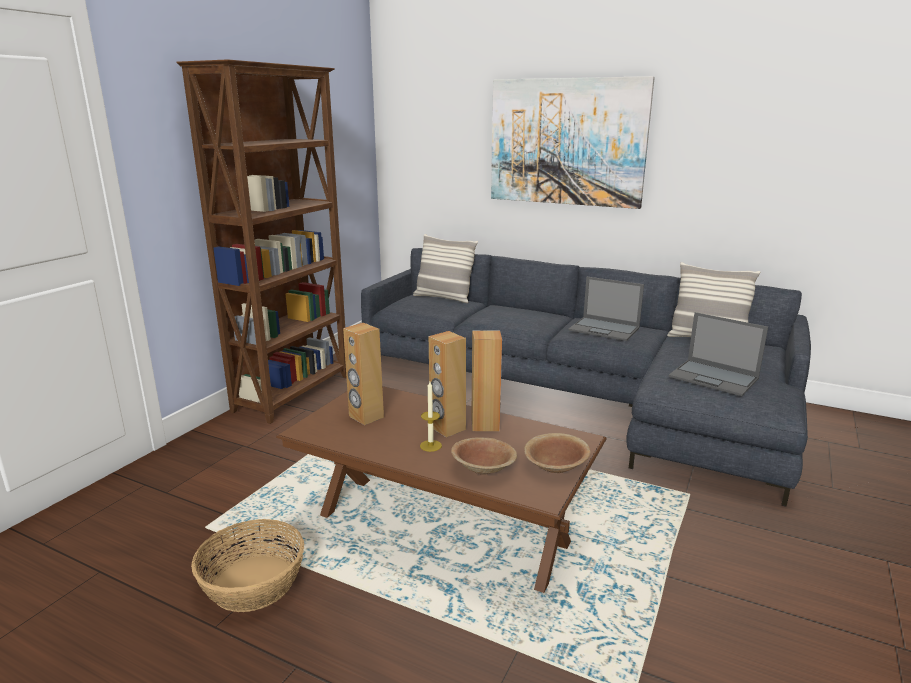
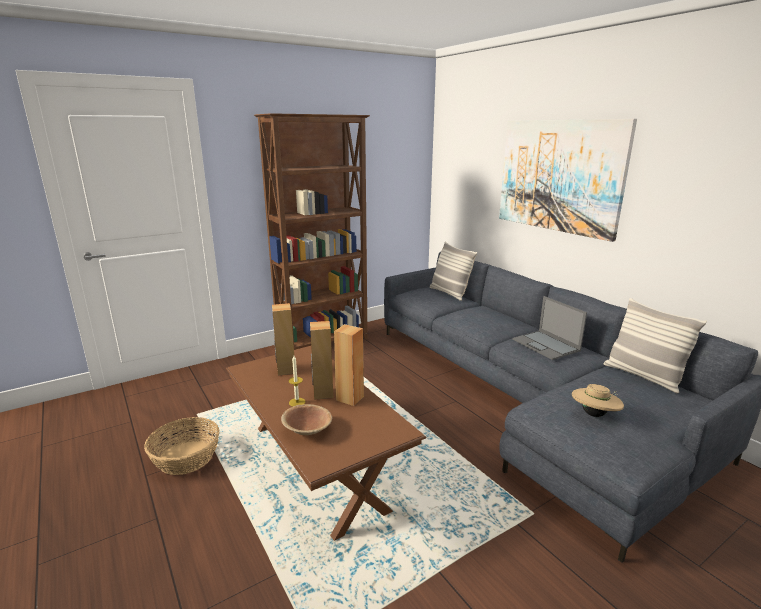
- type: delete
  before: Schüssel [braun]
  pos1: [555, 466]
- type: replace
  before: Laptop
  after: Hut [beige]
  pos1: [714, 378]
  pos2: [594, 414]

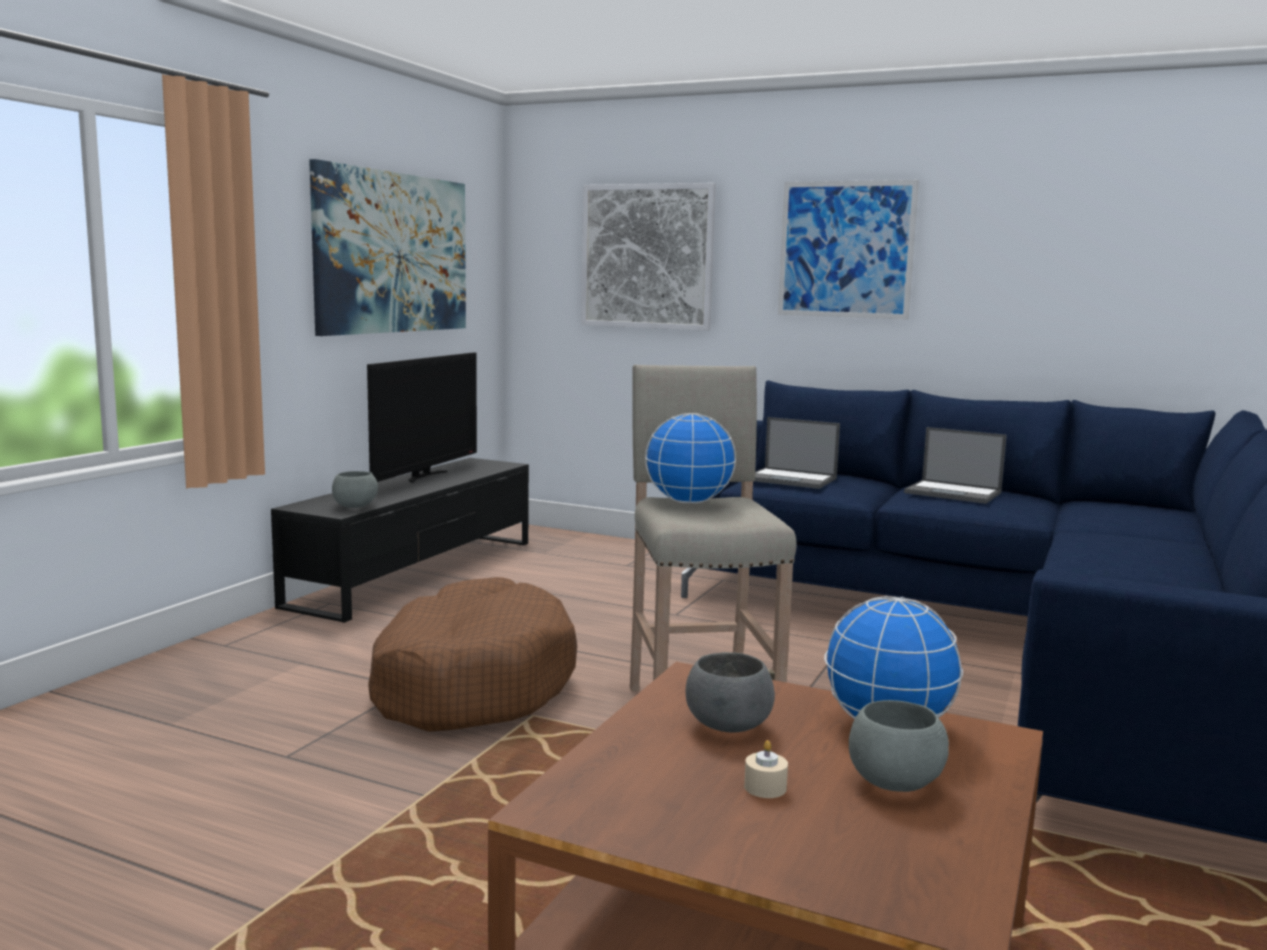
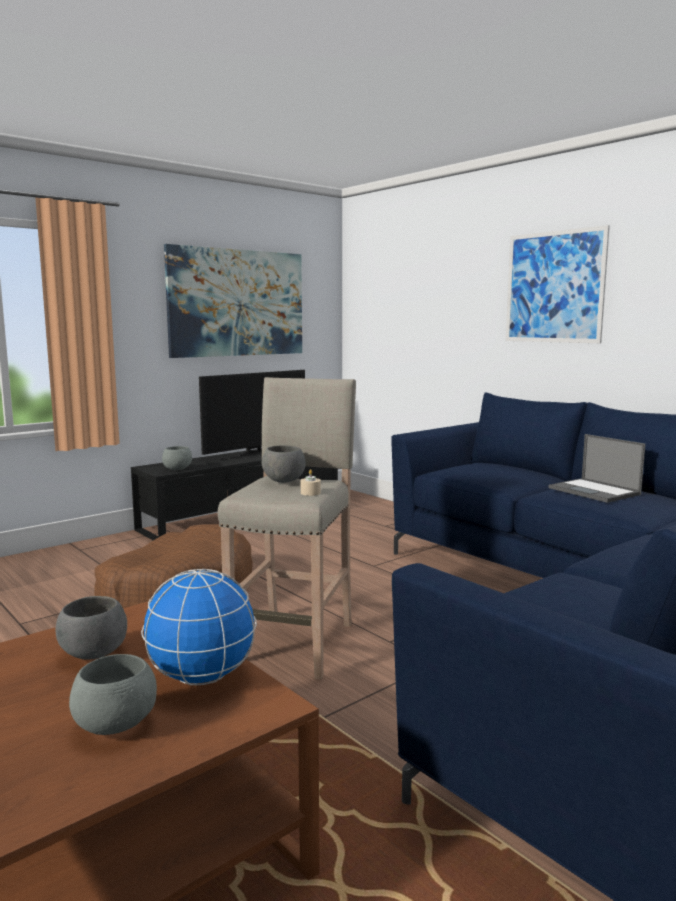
- type: delete
  before: Bild
  pos1: [647, 257]
- type: replace
  before: Globus
  after: Schüssel [grau]
  pos1: [688, 502]
  pos2: [283, 481]
- type: move
  before: Kerze [beige]
  pos1: [765, 787]
  pos2: [310, 493]
- type: delete
  before: Laptop
  pos1: [792, 479]

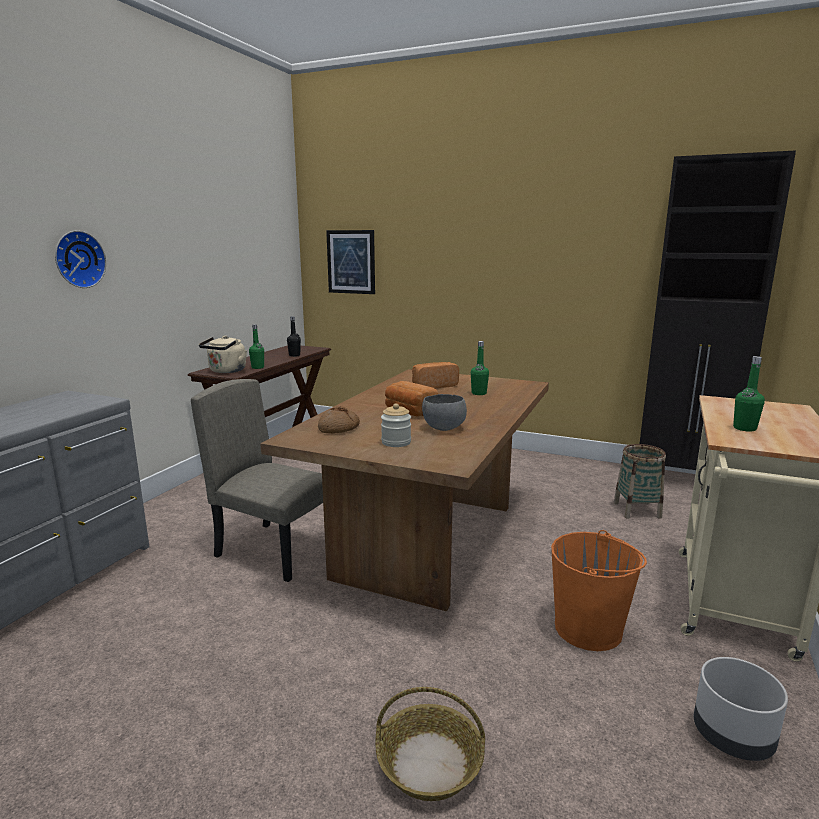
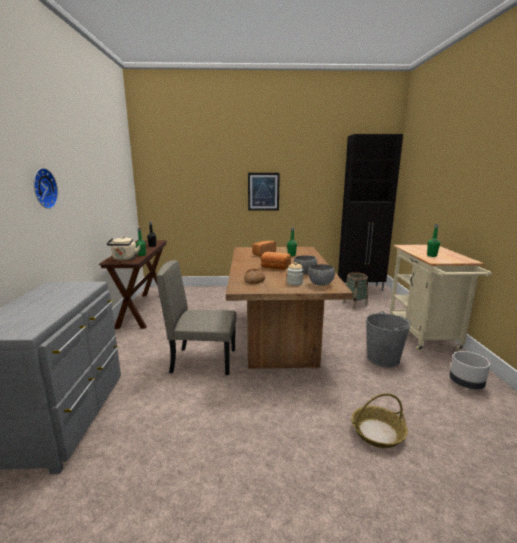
- type: move
  before: Bild
  pos1: [351, 262]
  pos2: [263, 191]
- type: recolor
  before: Eimer [orange]
  after: Eimer [grau]
  pos1: [588, 629]
  pos2: [383, 358]
- type: insert
  after: Schüssel [grau]
  pos2: [320, 284]

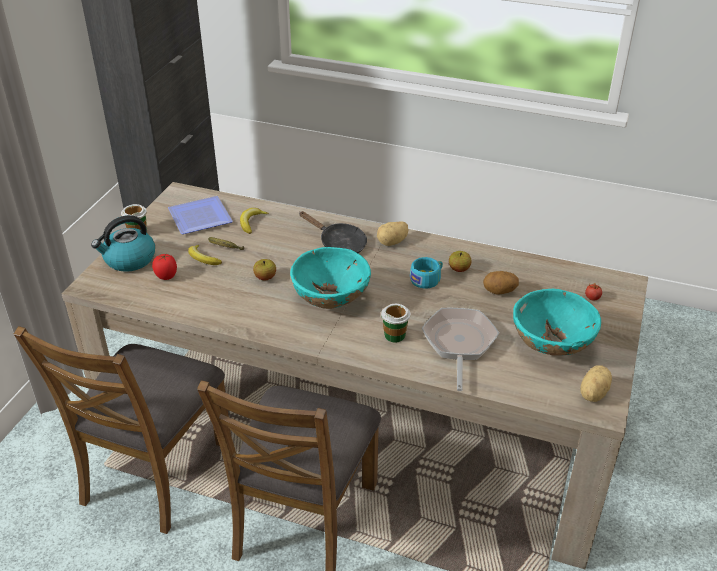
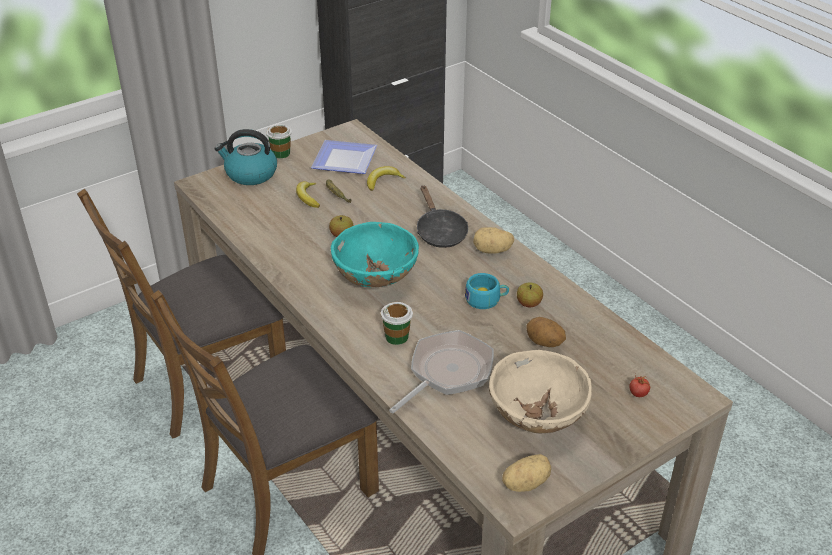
- type: delete
  before: Tomate
  pos1: [166, 276]
- type: recolor
  before: Schüssel [türkis]
  after: Schüssel [beige]
  pos1: [551, 346]
  pos2: [536, 419]

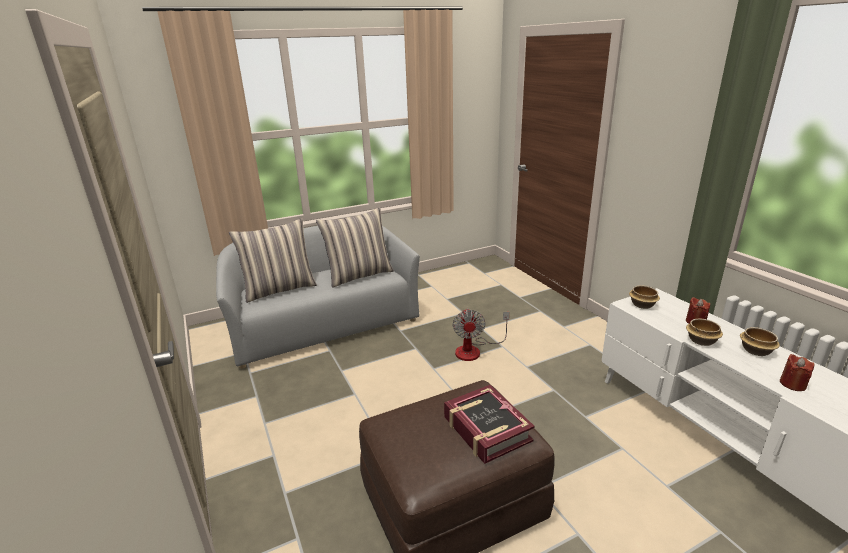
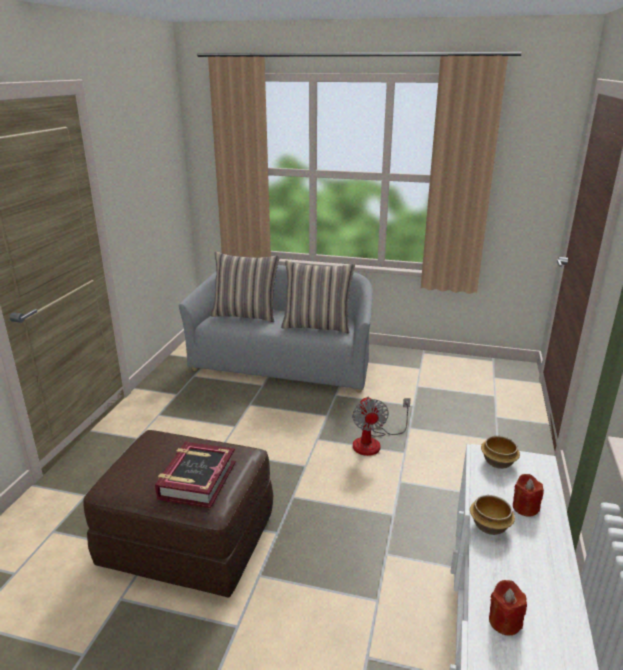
- type: rotate
  before: Ventilator
  pos1: [474, 350]
  pos2: [373, 442]
  turn: -45
- type: delete
  before: Schüssel
  pos1: [755, 350]

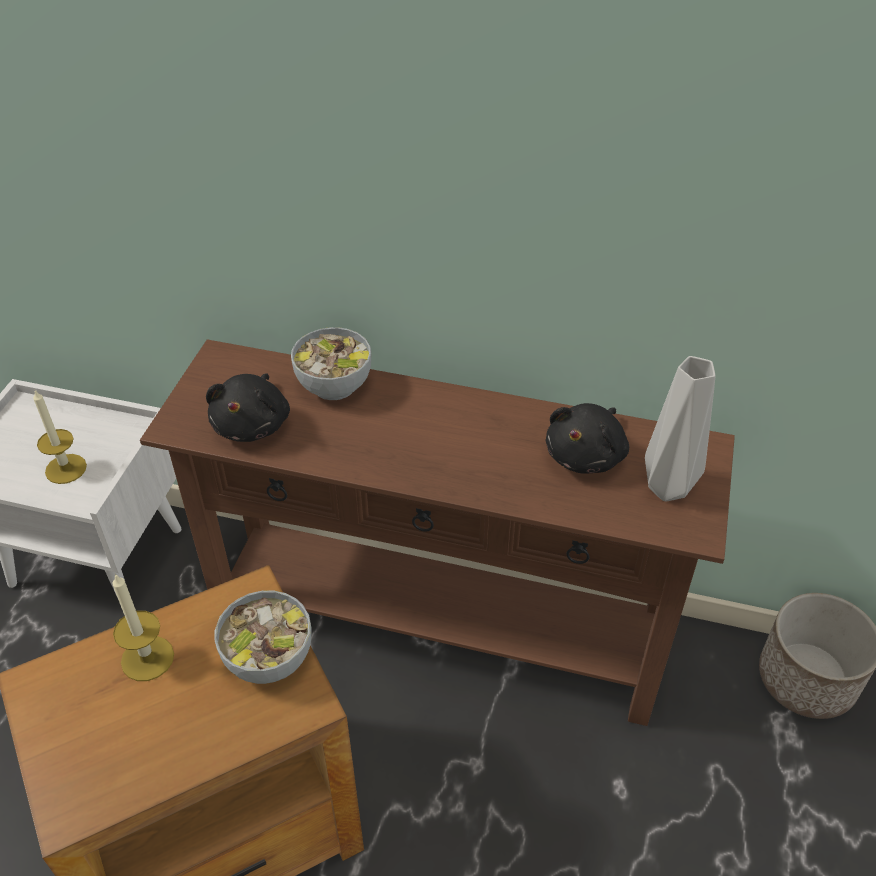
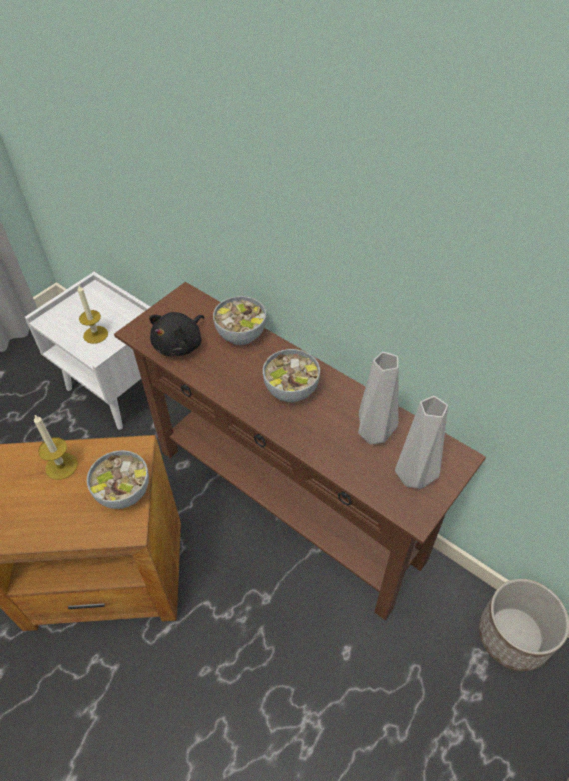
- type: replace
  before: Plüschtier [schwarz]
  after: Vase [grau]
  pos1: [587, 455]
  pos2: [372, 435]
- type: insert
  after: Schüssel
  pos2: [291, 390]

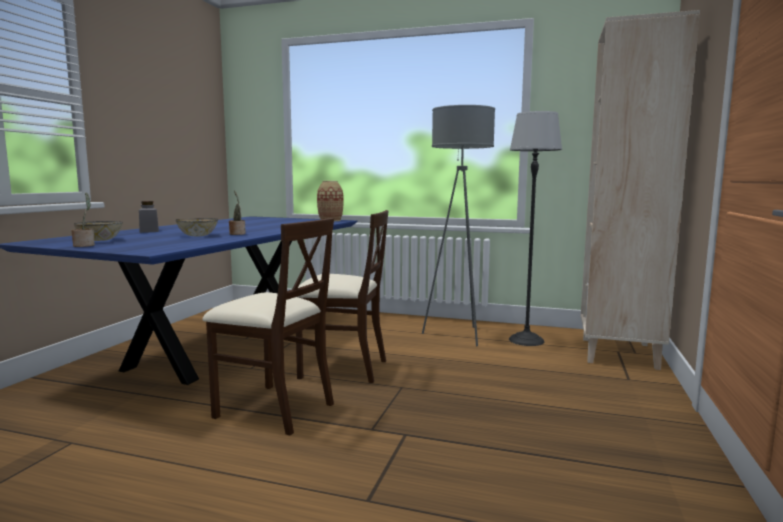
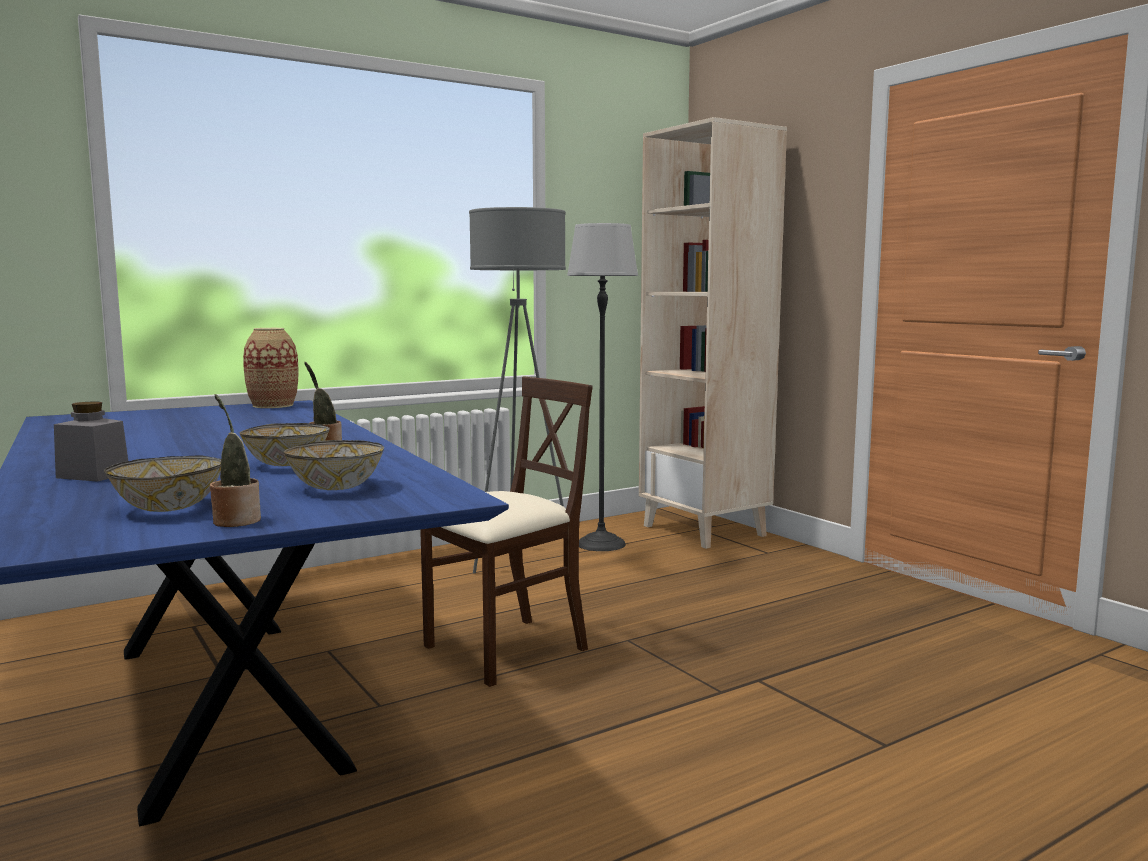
- type: delete
  before: Stuhl [beige]
  pos1: [274, 409]
- type: insert
  after: Schüssel
  pos2: [337, 487]

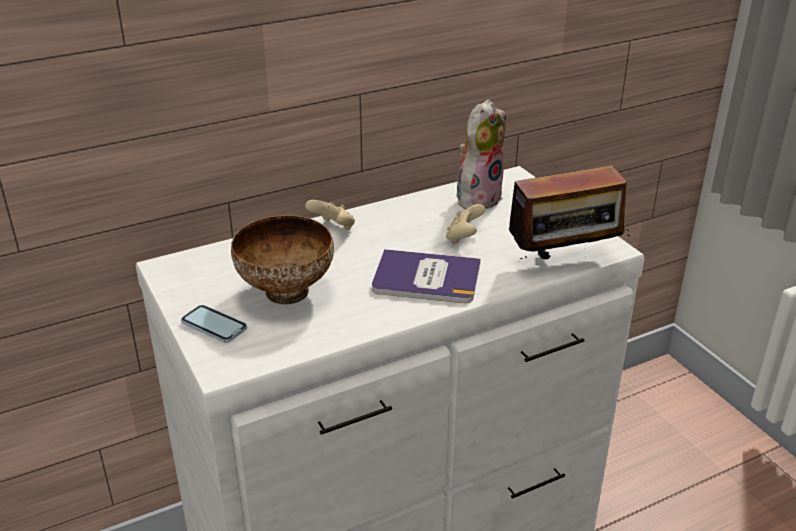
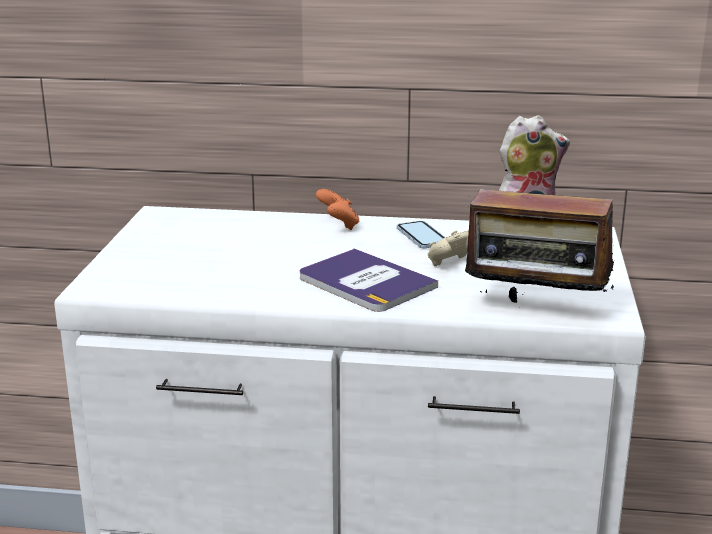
- type: move
  before: Handy
  pos1: [214, 325]
  pos2: [422, 237]
- type: delete
  before: Schüssel
  pos1: [285, 291]
- type: recolor
  before: Gamepad [beige]
  after: Gamepad [orange]
  pos1: [333, 228]
  pos2: [339, 225]

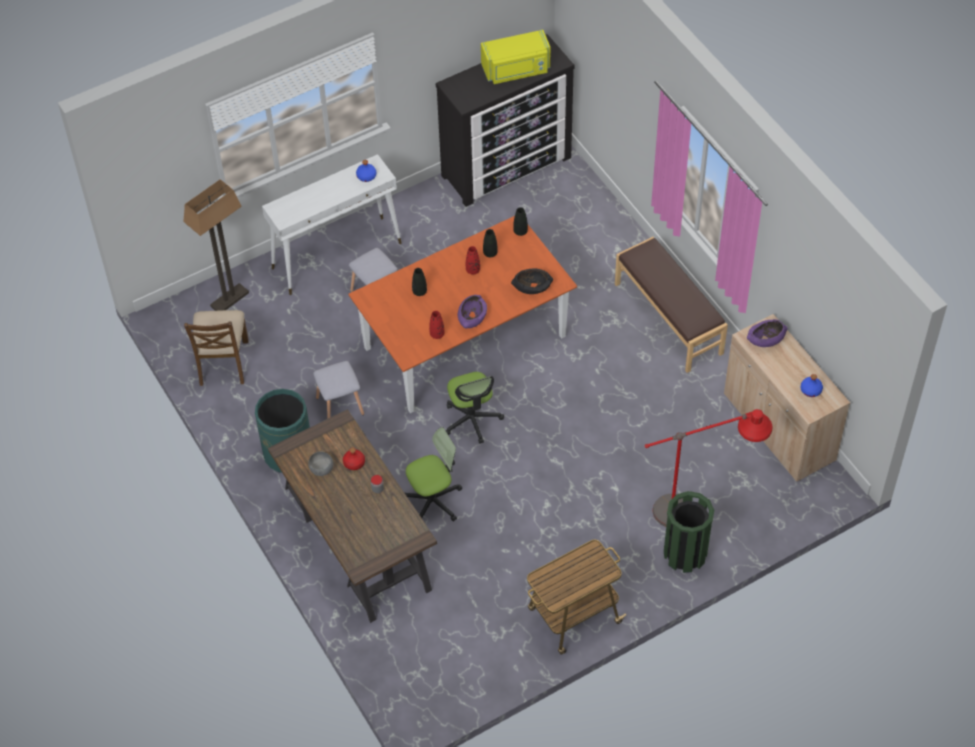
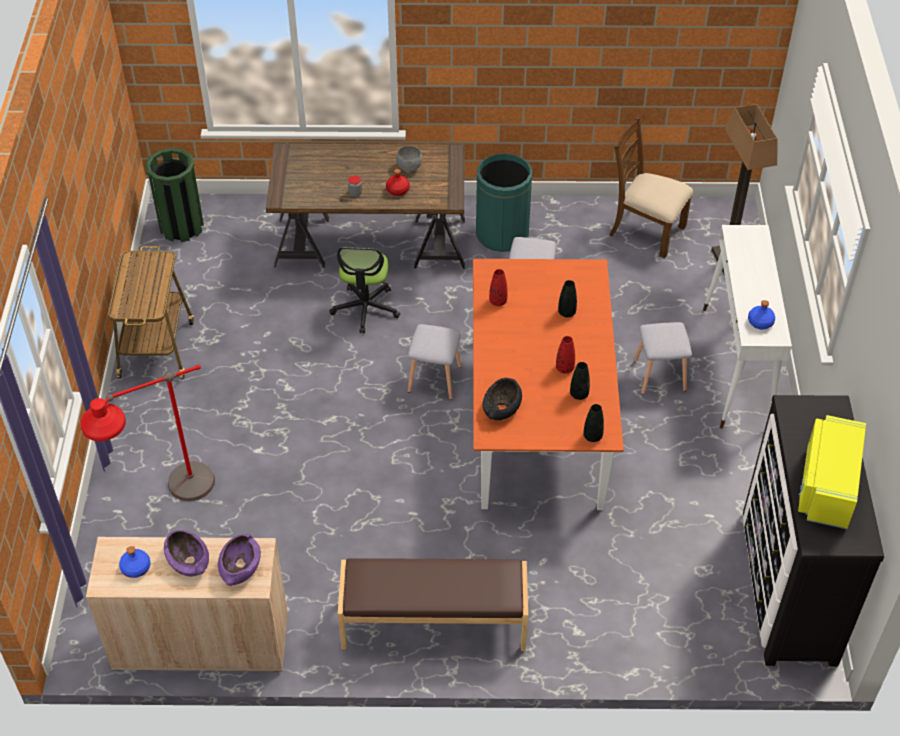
- type: replace
  before: Bürostuhl
  after: Hocker [grau]
  pos1: [472, 420]
  pos2: [434, 378]
- type: move
  before: Schüssel [lila]
  pos1: [472, 317]
  pos2: [188, 560]
- type: move
  before: Mülleimer [grün]
  pos1: [685, 554]
  pos2: [181, 226]

